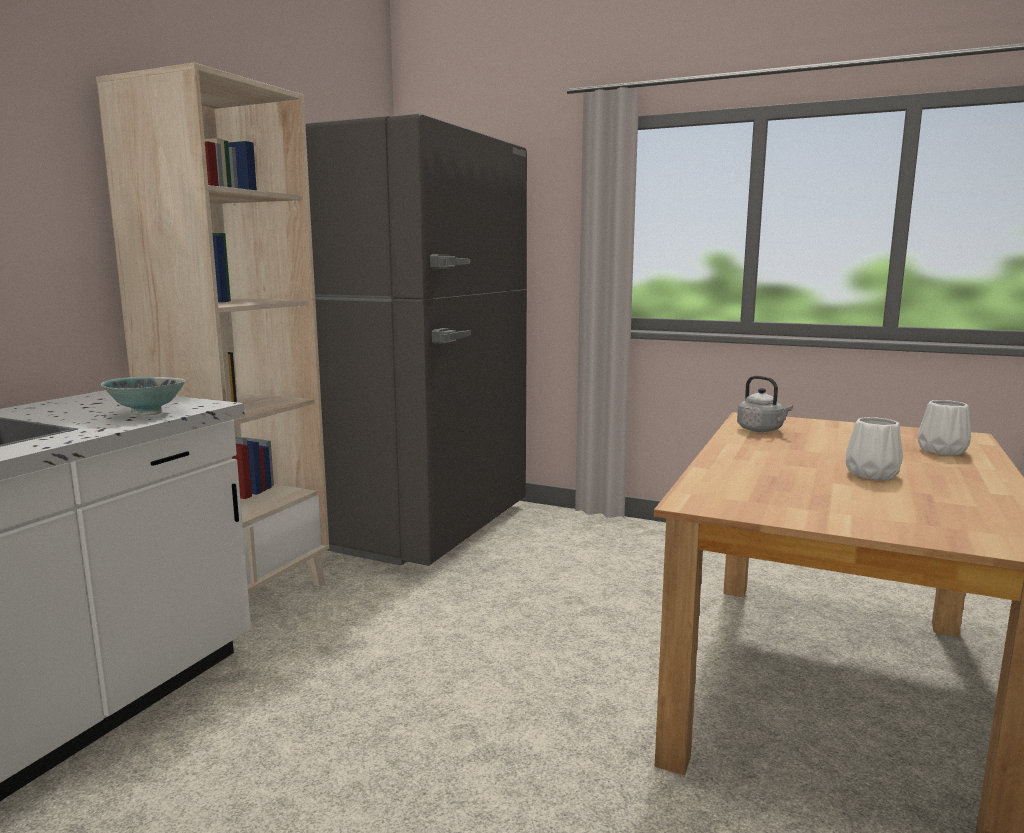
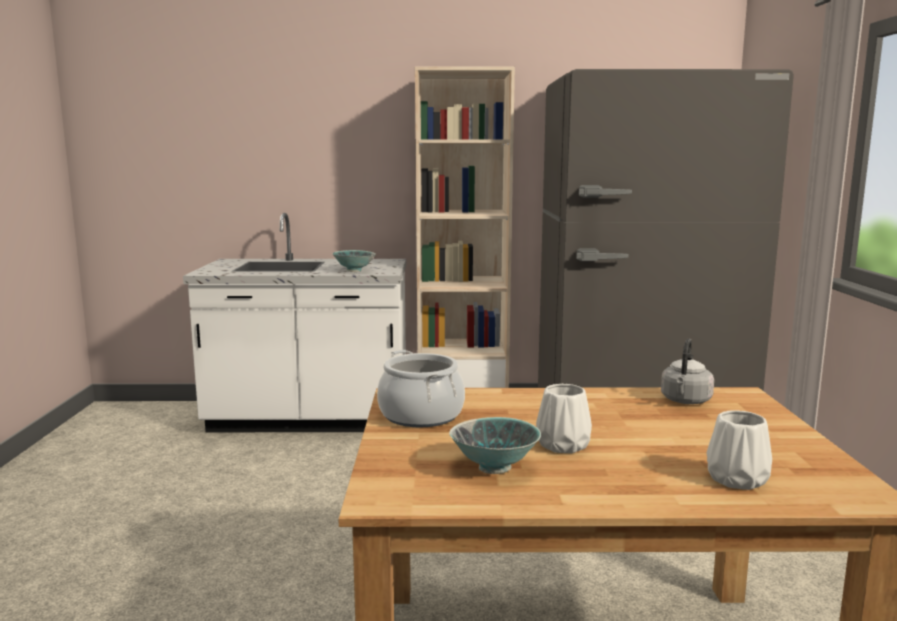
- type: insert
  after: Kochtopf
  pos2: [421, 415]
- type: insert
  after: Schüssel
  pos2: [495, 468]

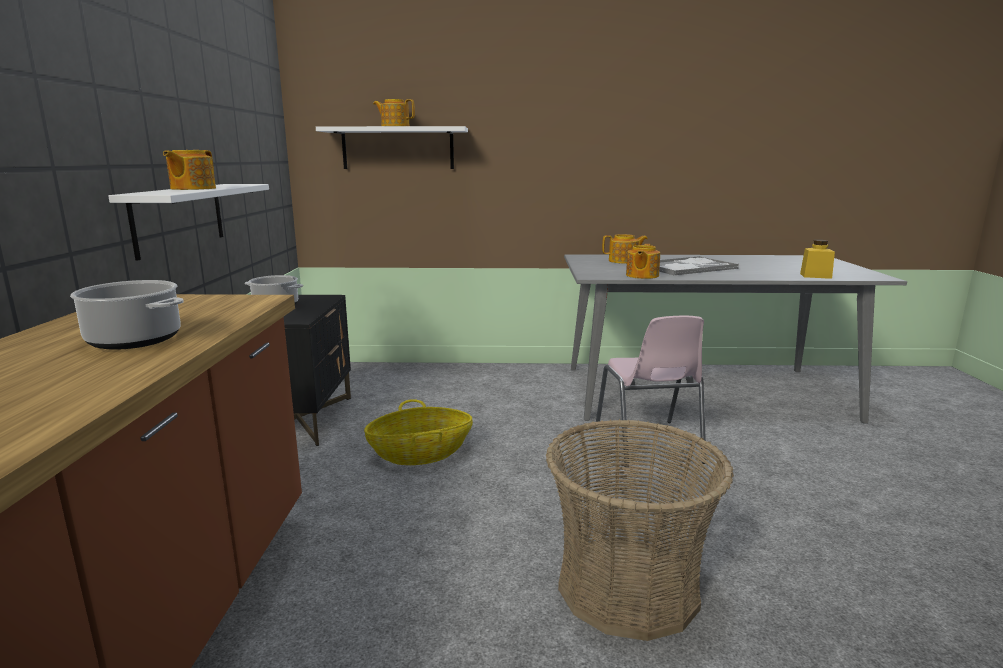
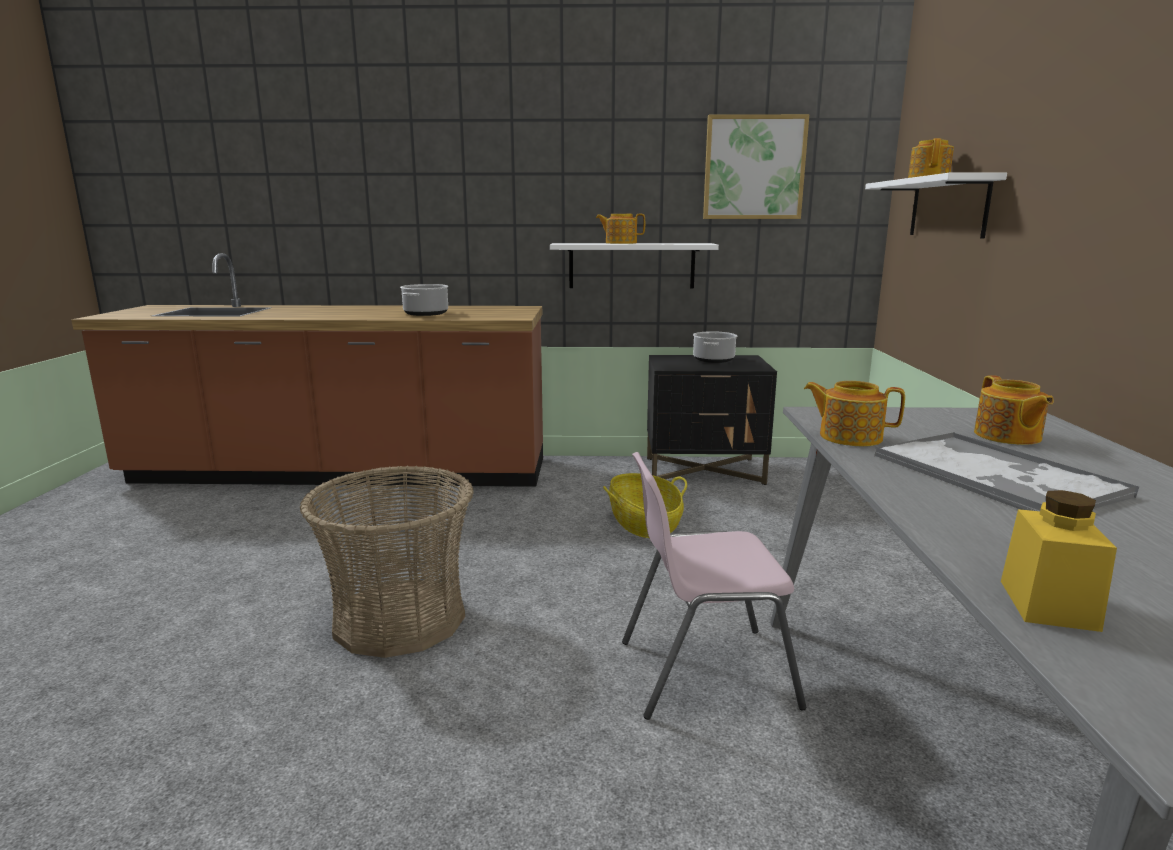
- type: insert
  after: Bild
  pos2: [754, 168]

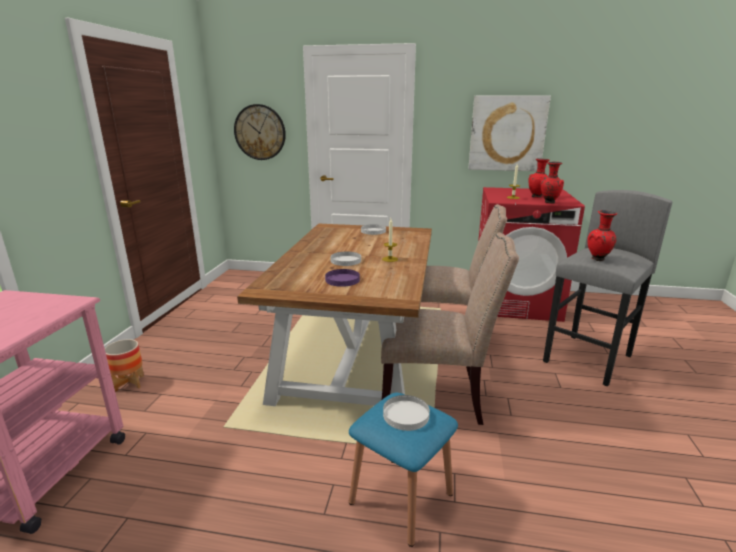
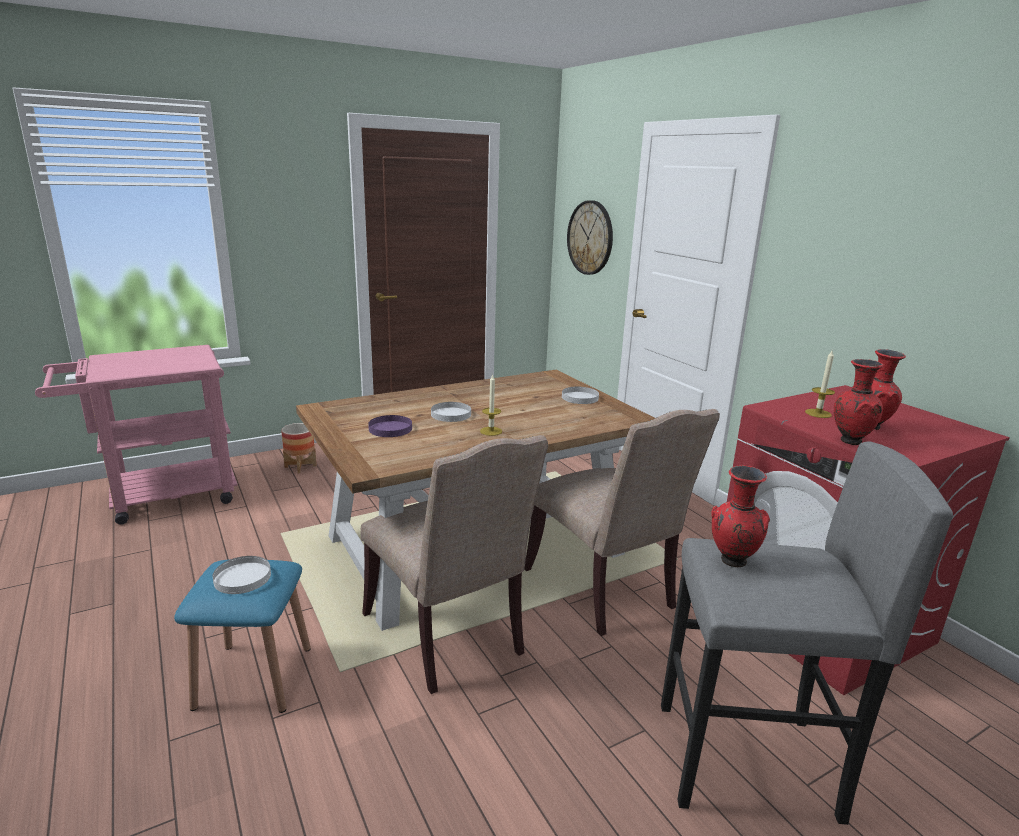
- type: delete
  before: Bild
  pos1: [507, 133]

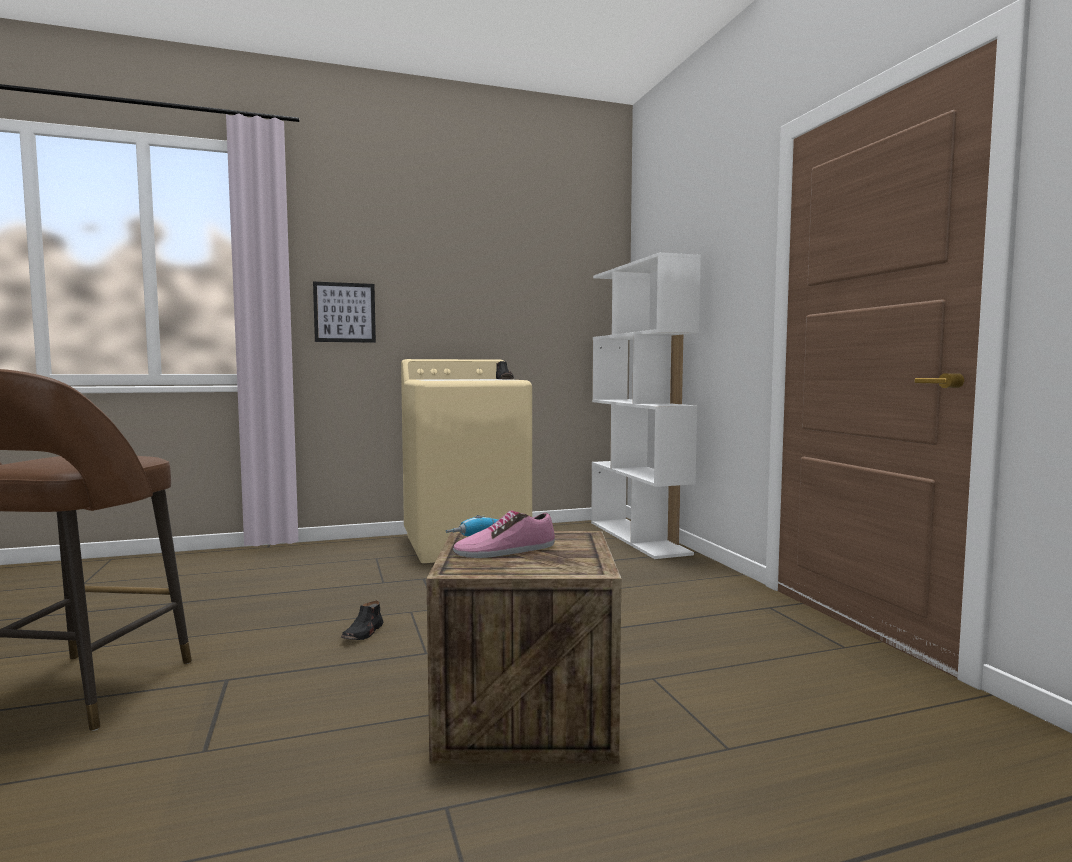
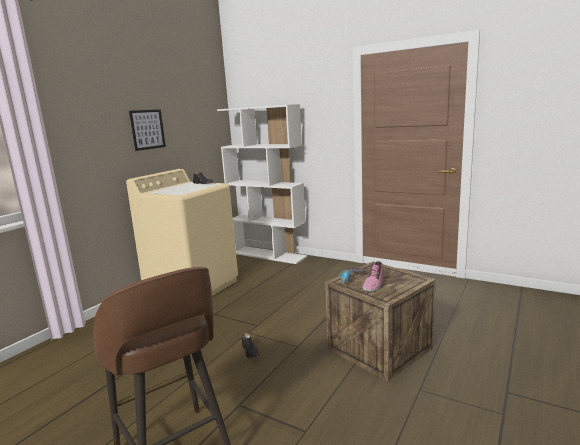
- type: move
  before: Bild
  pos1: [344, 312]
  pos2: [147, 129]

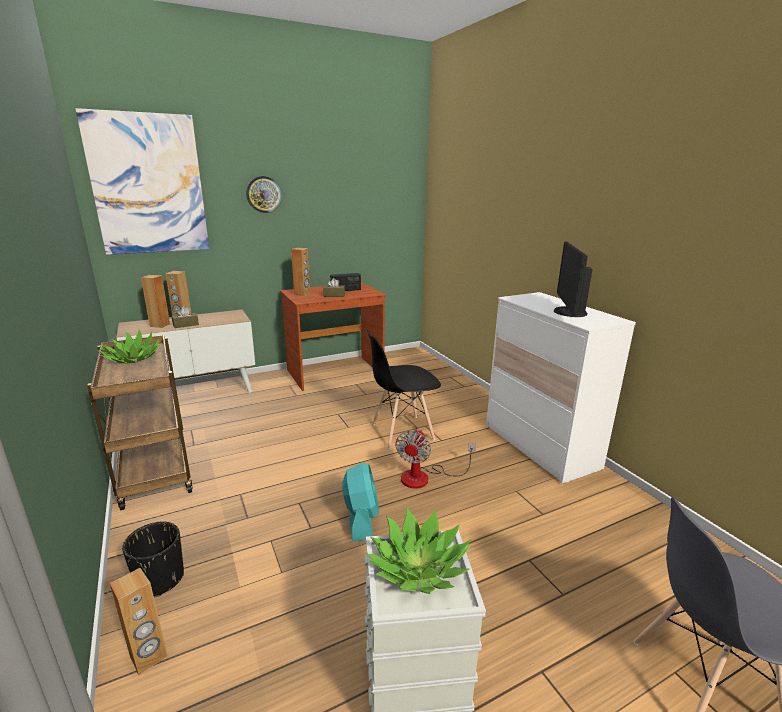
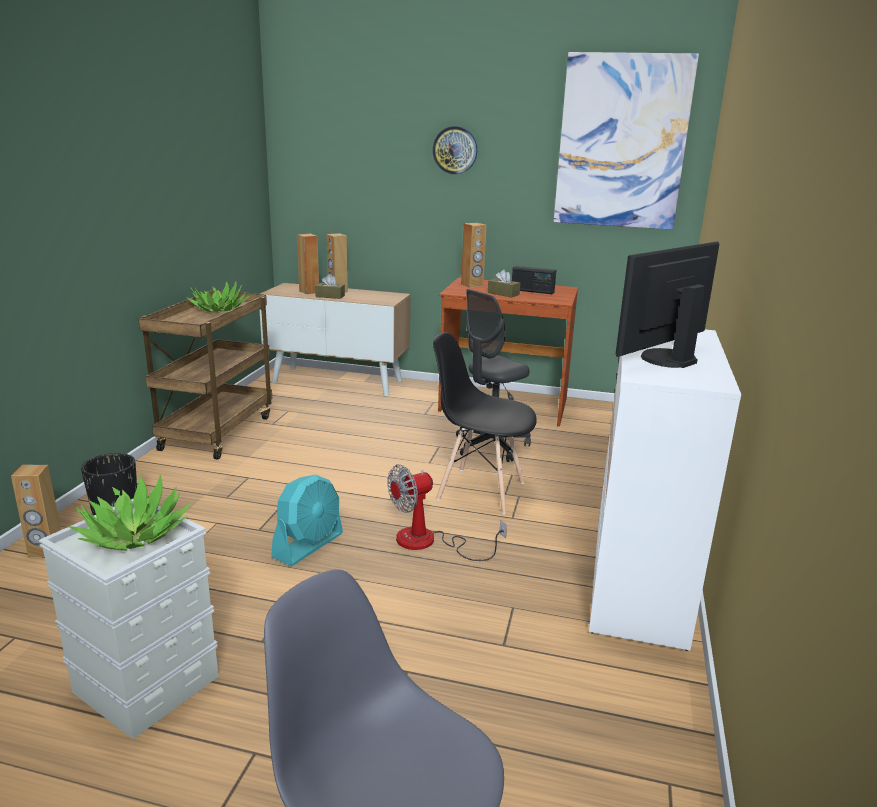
- type: move
  before: Bild
  pos1: [148, 185]
  pos2: [621, 142]
- type: insert
  after: Bürostuhl [grau]
  pos2: [491, 446]

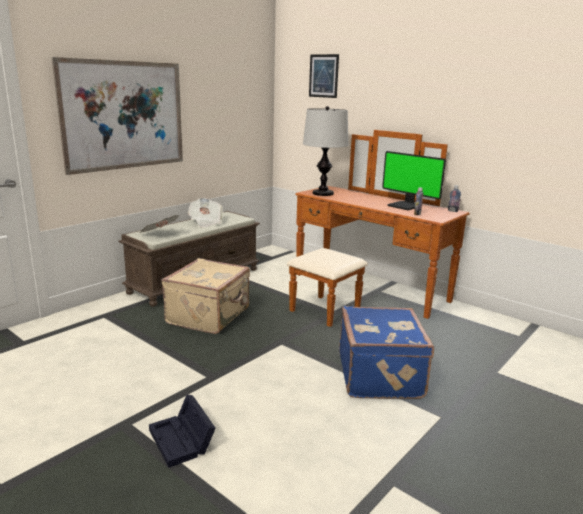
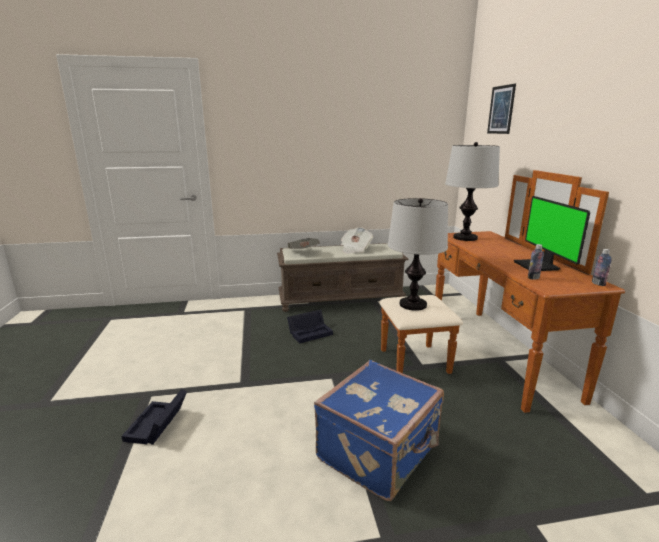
- type: delete
  before: Bild
  pos1: [124, 115]
- type: replace
  before: Koffer [beige]
  after: Aufbewahrungsbox [schwarz]
  pos1: [210, 316]
  pos2: [311, 332]
- type: insert
  after: Tischlampe
  pos2: [413, 304]

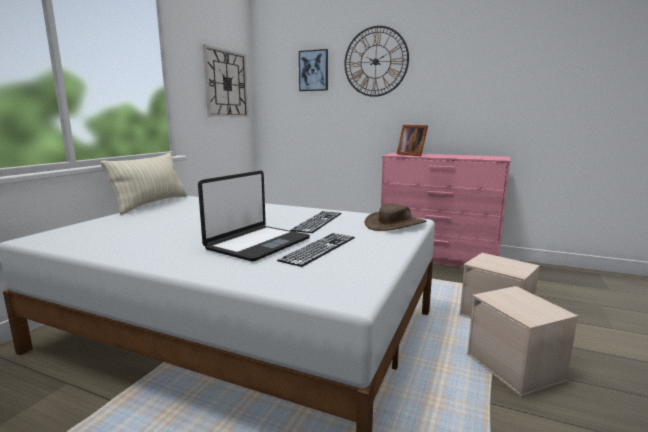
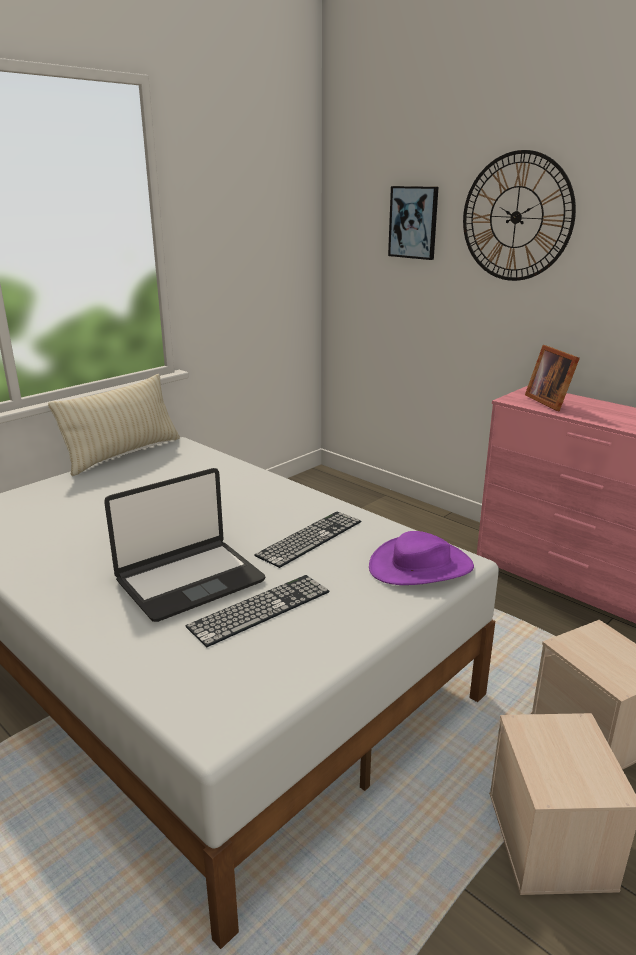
- type: delete
  before: Wanduhr
  pos1: [226, 84]
- type: recolor
  before: Hut [braun]
  after: Hut [lila]
  pos1: [395, 224]
  pos2: [421, 567]

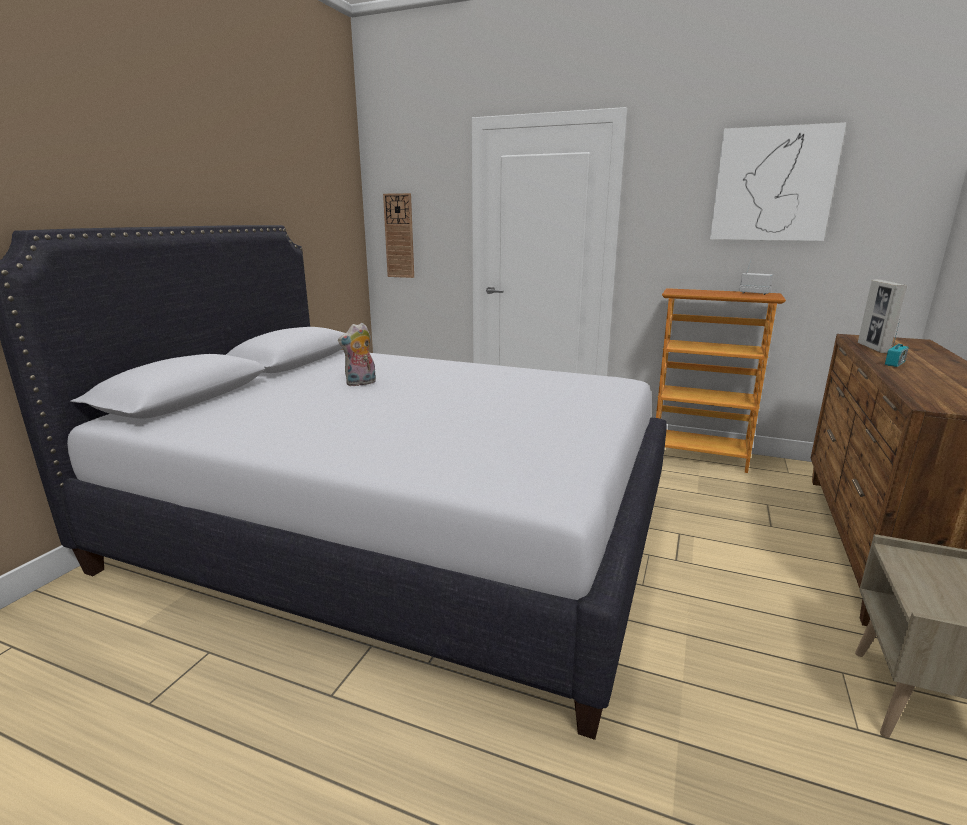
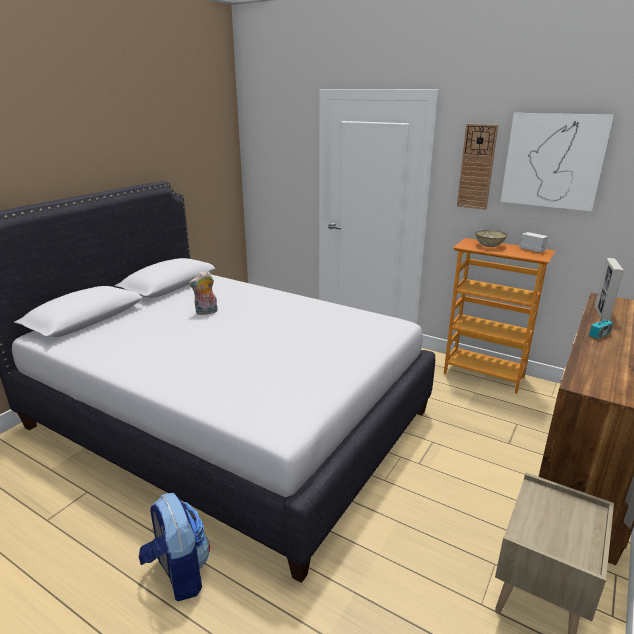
- type: move
  before: Wanduhr
  pos1: [399, 236]
  pos2: [477, 167]
- type: insert
  after: Rucksack
  pos2: [179, 574]
- type: insert
  after: Schüssel
  pos2: [488, 246]

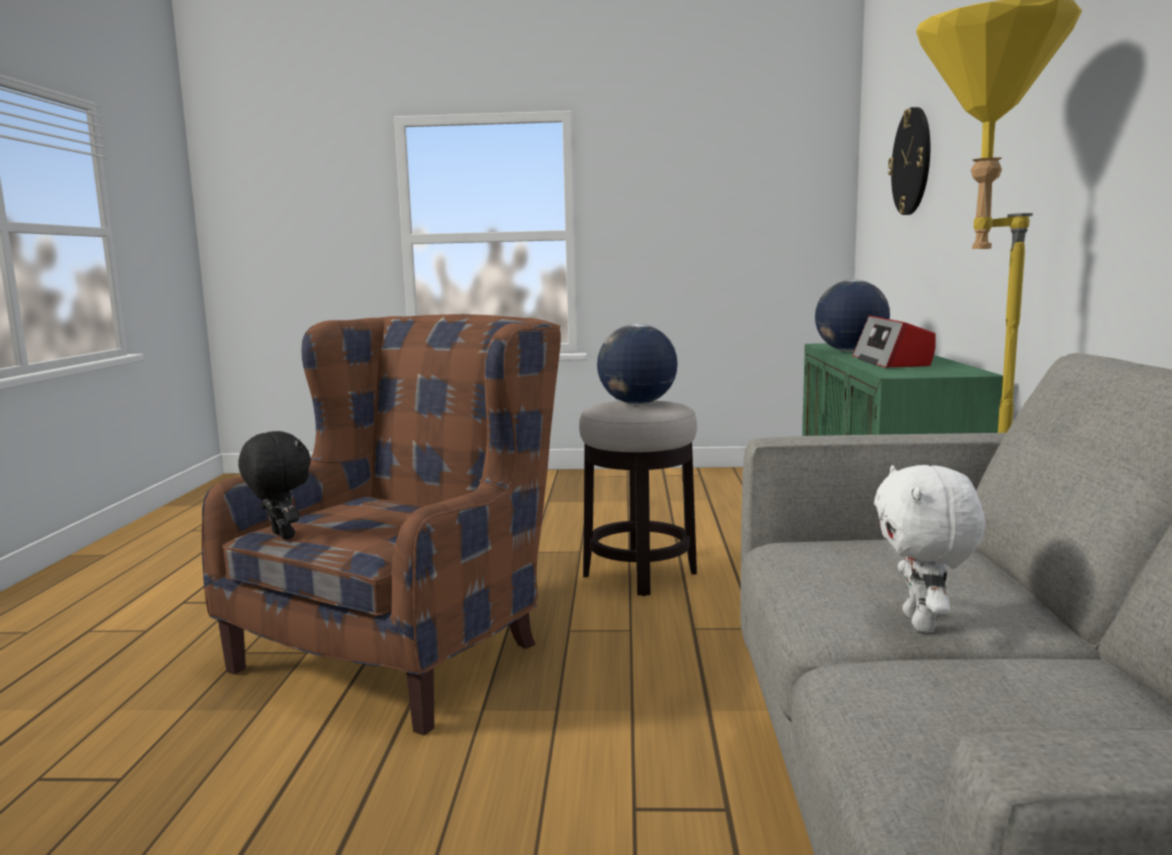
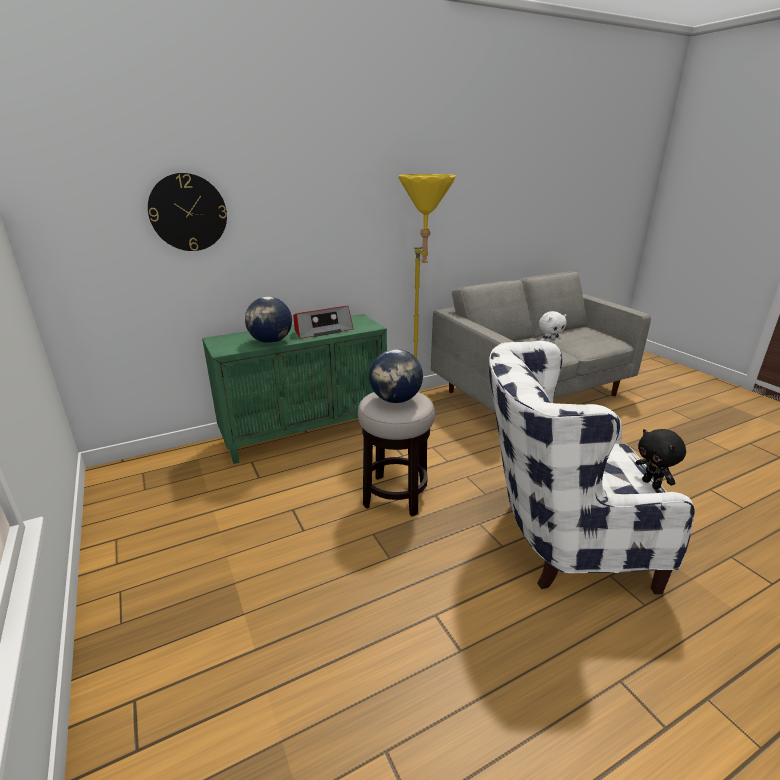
- type: recolor
  before: Sessel [braun]
  after: Sessel [weiß]
  pos1: [410, 646]
  pos2: [557, 537]
- type: rotate
  before: Plüschtier [schwarz]
  pos1: [280, 536]
  pos2: [652, 484]
  turn: -45

